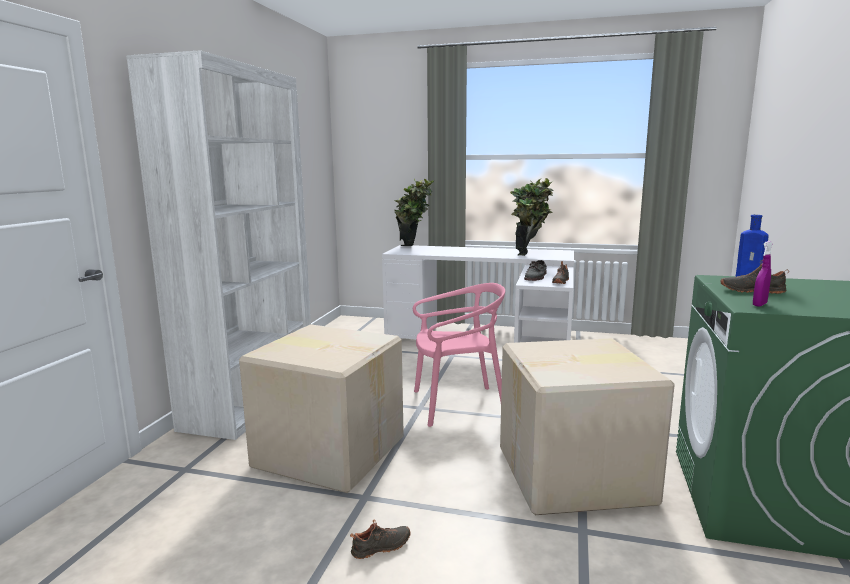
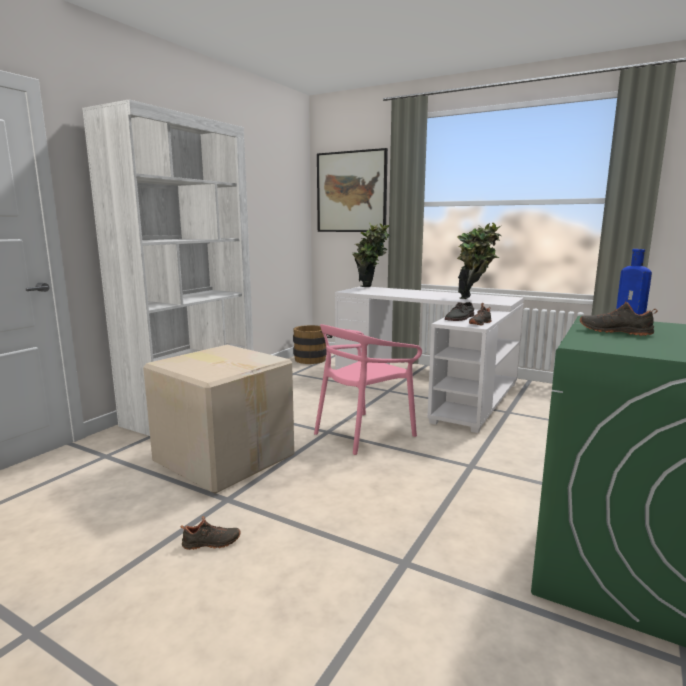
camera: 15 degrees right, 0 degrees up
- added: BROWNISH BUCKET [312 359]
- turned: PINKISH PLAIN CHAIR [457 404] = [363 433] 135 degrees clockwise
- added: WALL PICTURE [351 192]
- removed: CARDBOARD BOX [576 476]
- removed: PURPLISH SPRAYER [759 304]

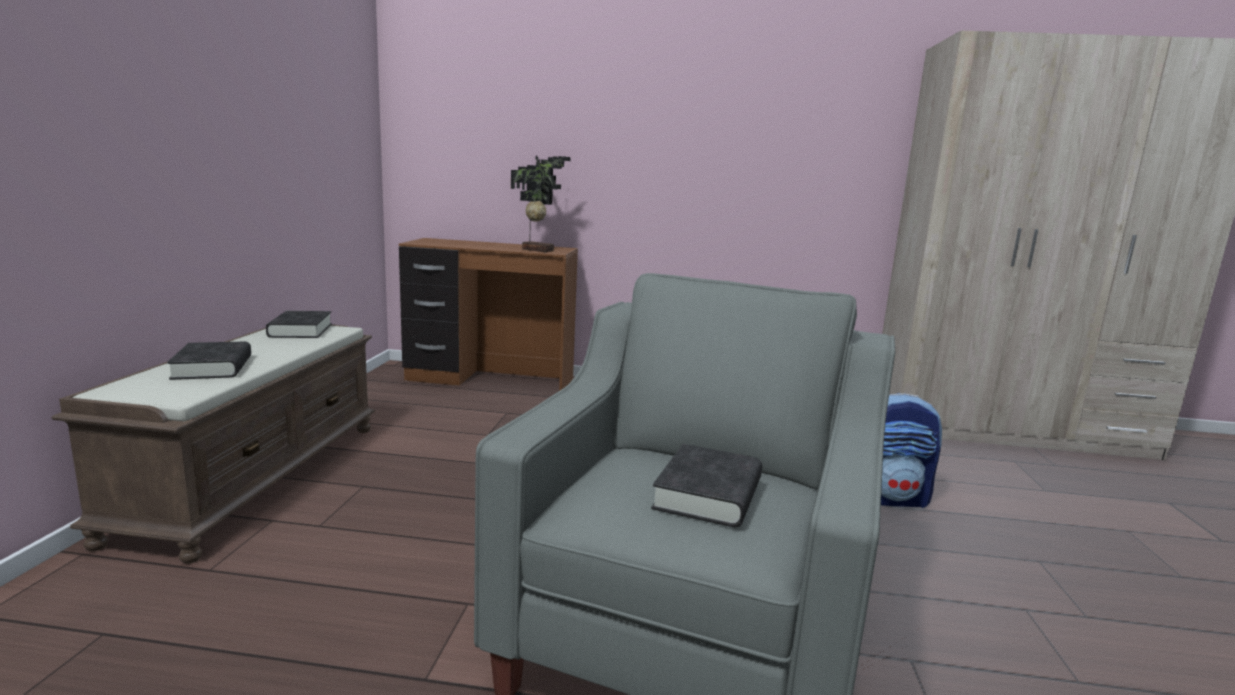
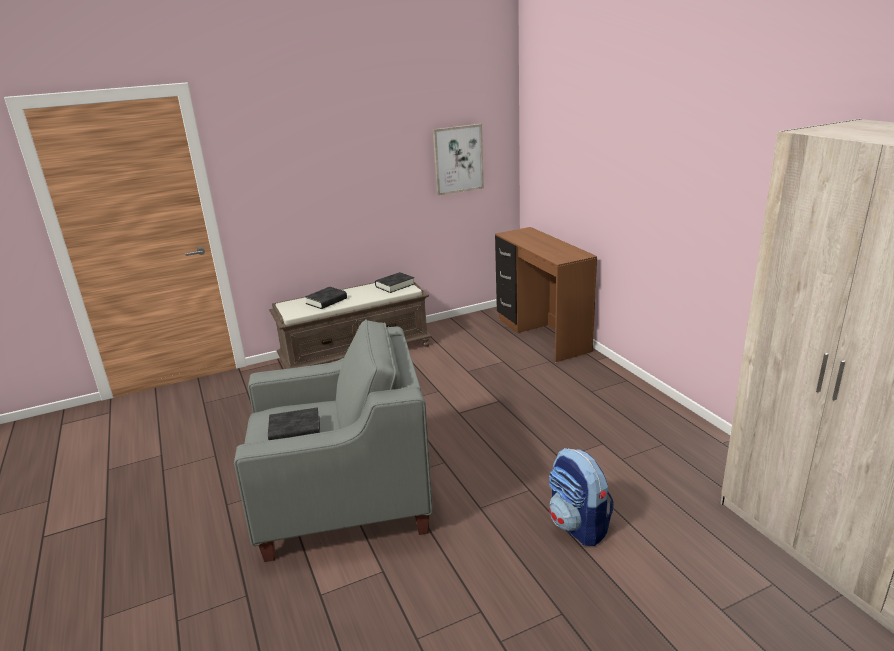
camera: 60 degrees right, 10 degrees up
- added: WALL PICTURE [458 159]
- removed: POTTED PLANT [538 250]

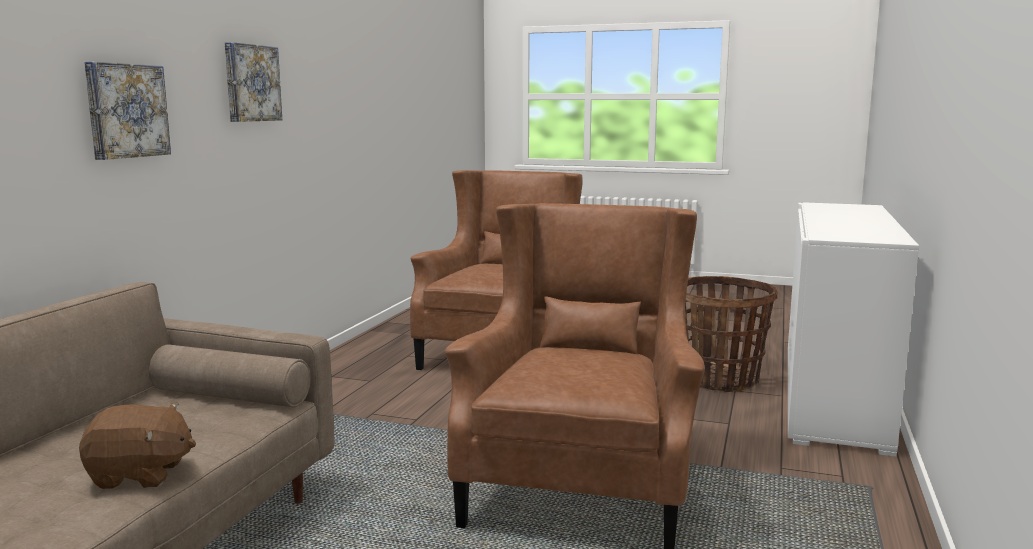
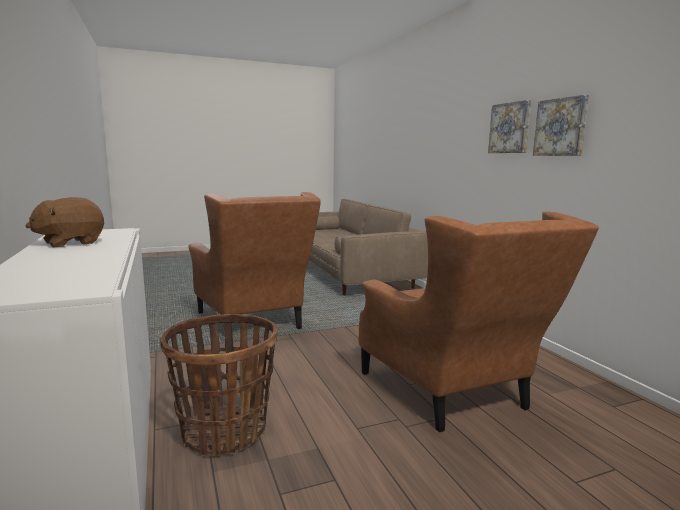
camera: 140 degrees right, 0 degrees up
- moved: BROWNISH CUDDLY TOY [140 475] to [70 243]
- moved: WALL PICTURE [125 110] to [561 127]

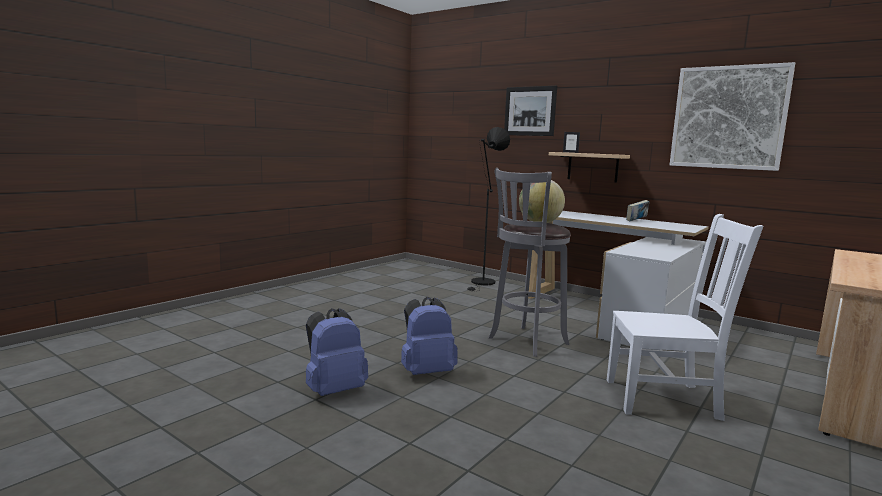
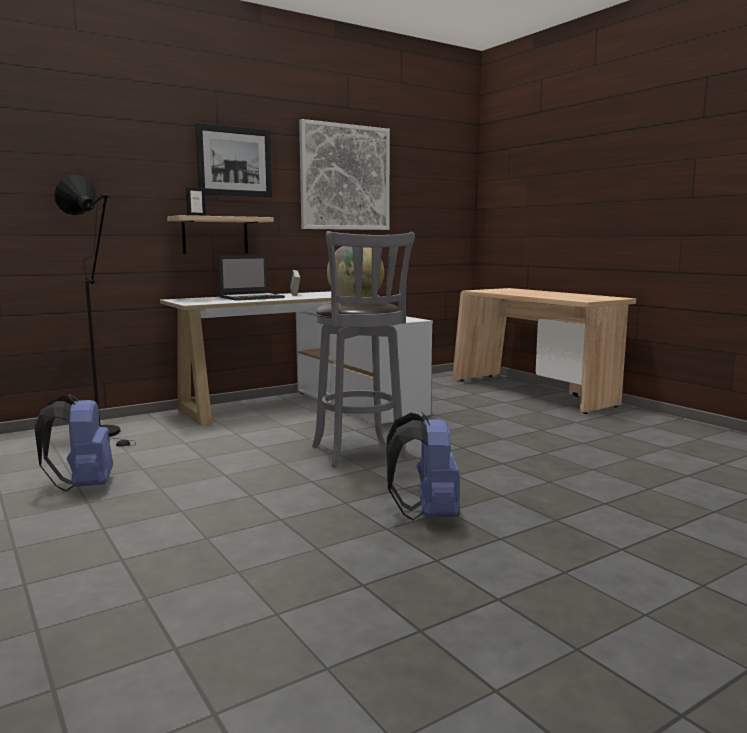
camera: 70 degrees left, 0 degrees up
- moved: BLUE-COLOURED BACKPACK [334 390] to [83 486]
- moved: WALL PICTURE [530 111] to [234 161]
- added: NOTEBOOK COMPUTER [252 297]
- removed: WHITE PLAIN CHAIR [665 399]

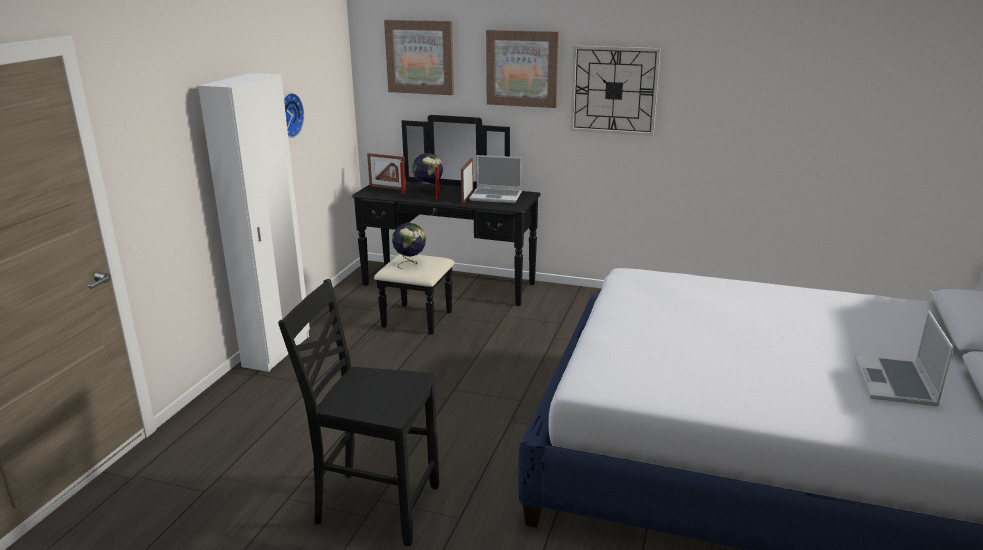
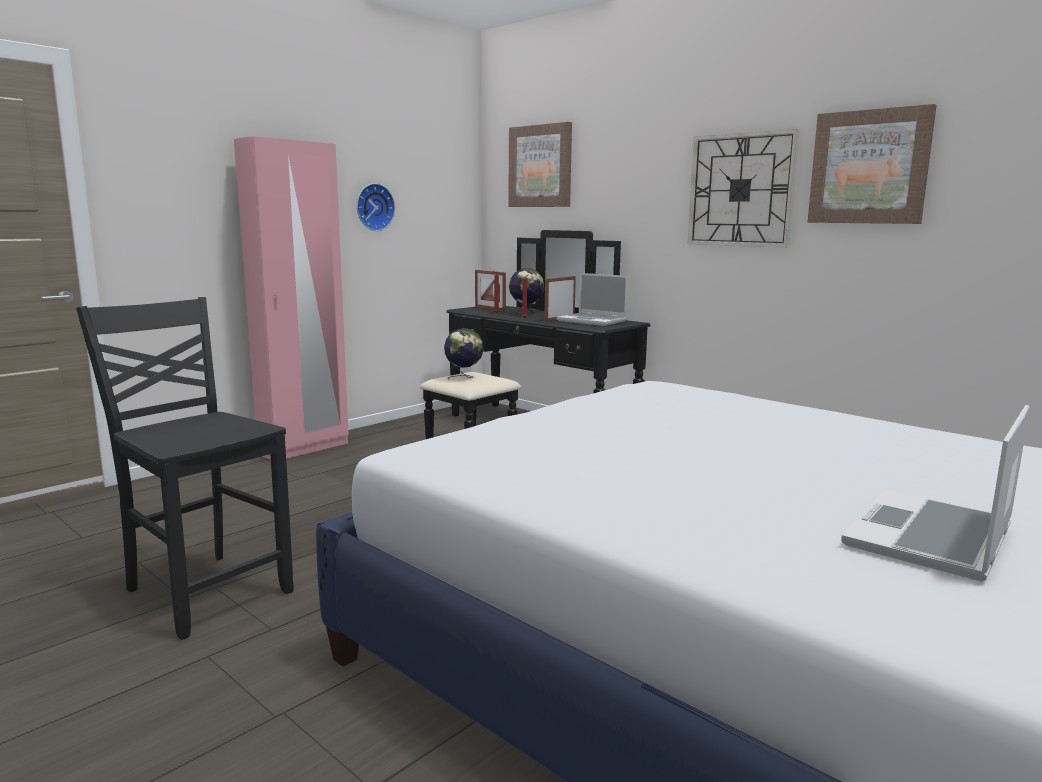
camera: 25 degrees right, 10 degrees down
- recoloured: WHITE CLOTHES CUPBOARD [277 351] to PINKISH CLOTHES CUPBOARD [304 449]
- moved: WALL PICTURE [522 68] to [869 167]

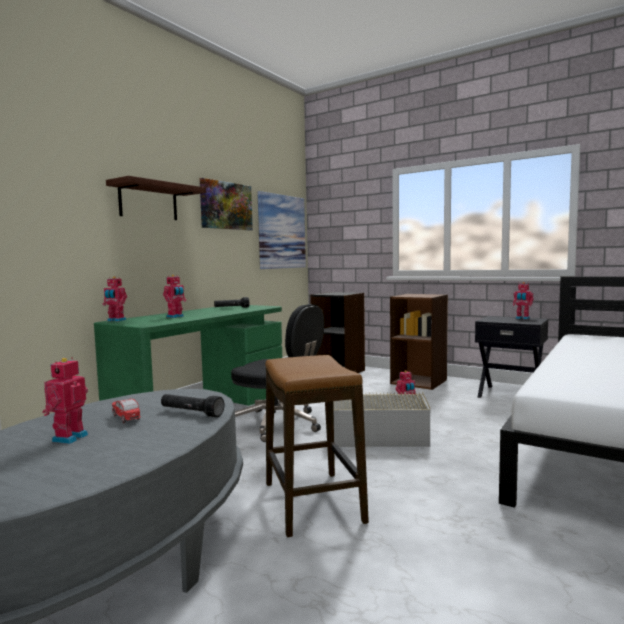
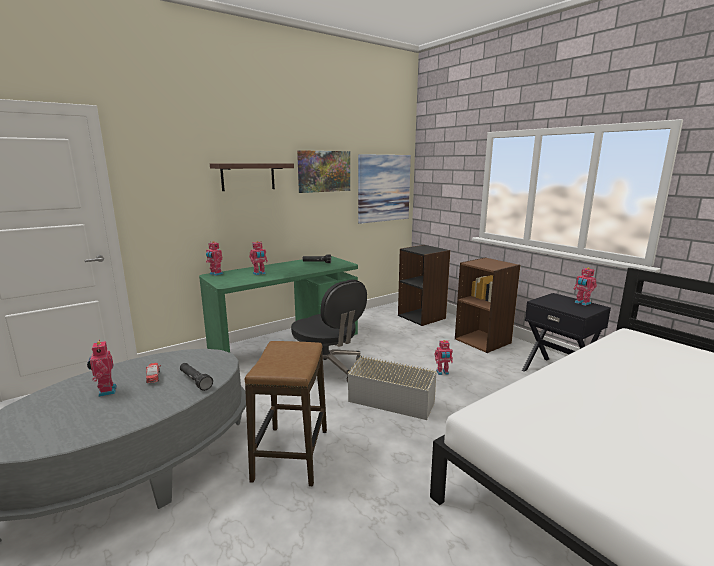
camera: 20 degrees right, 10 degrees up
- turned: ROBOT FIGURE [68 438] = [106 391] 60 degrees counterclockwise

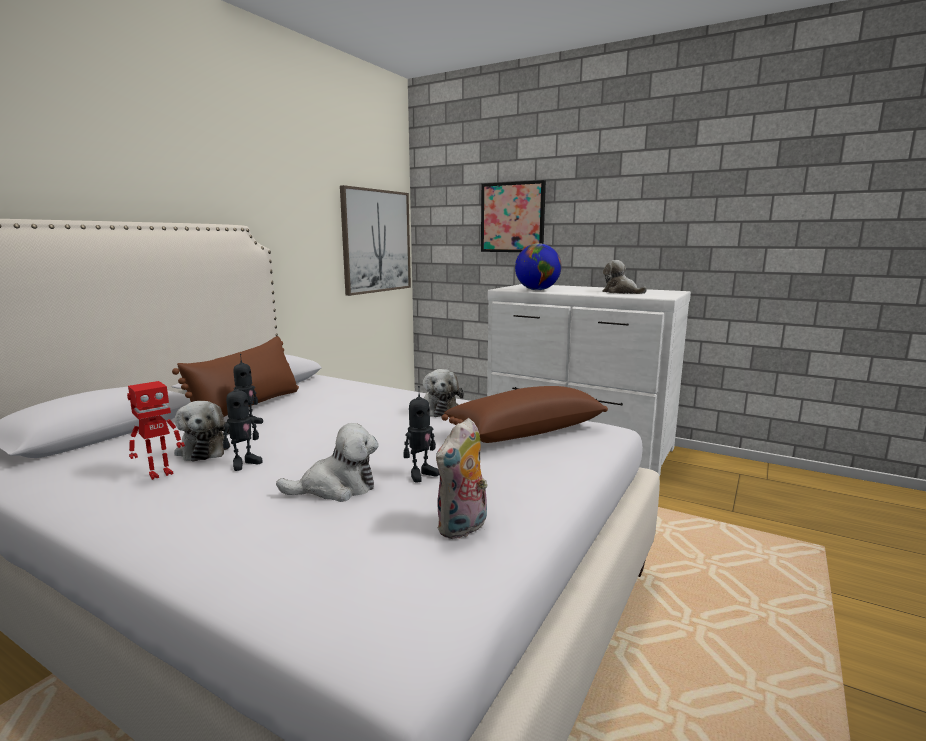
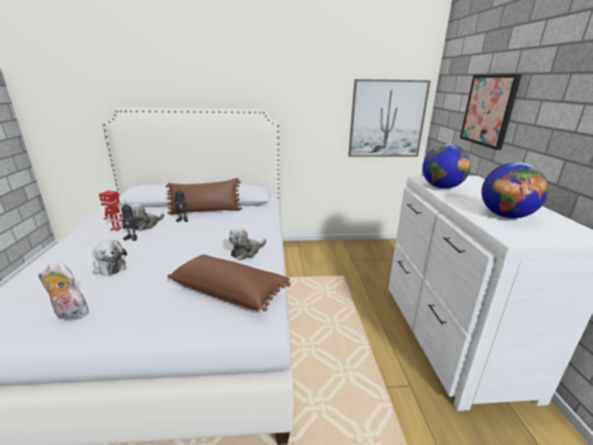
camera: 55 degrees right, 10 degrees up
- replaced: CUDDLY TOY [621 292] to DESK GLOBE [505 216]
- removed: ROBOT FIGURE [421 474]

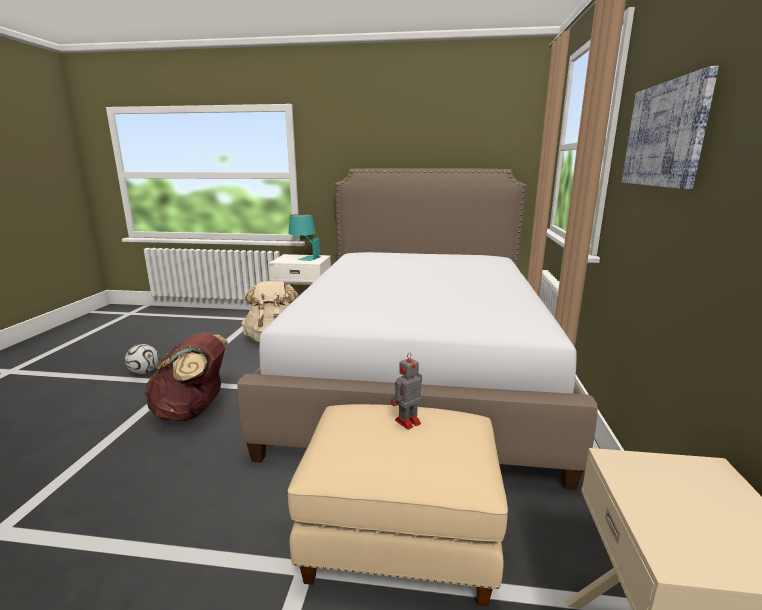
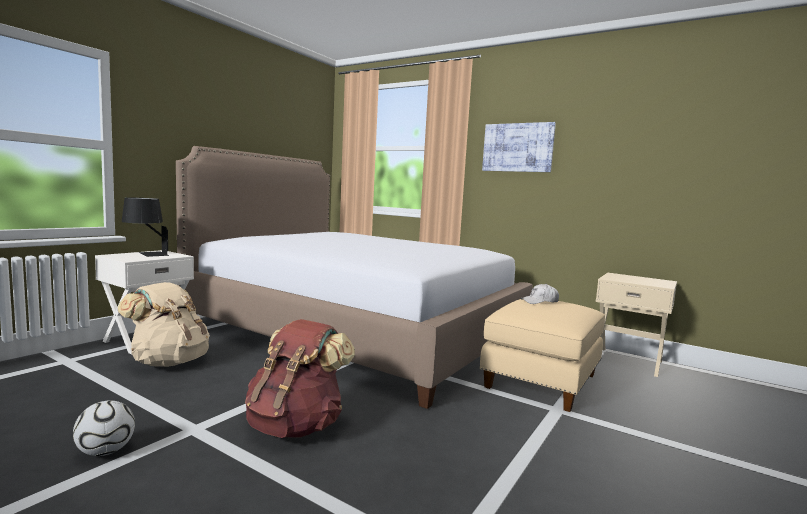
camera: 65 degrees left, 10 degrees down
- recoloured: TURQUOISE TABLETOP LAMP [305 257] to BLACK TABLETOP LAMP [146 254]
- replaced: ROBOT FIGURE [406 422] to WHITE BASEBALL CAP [539 301]

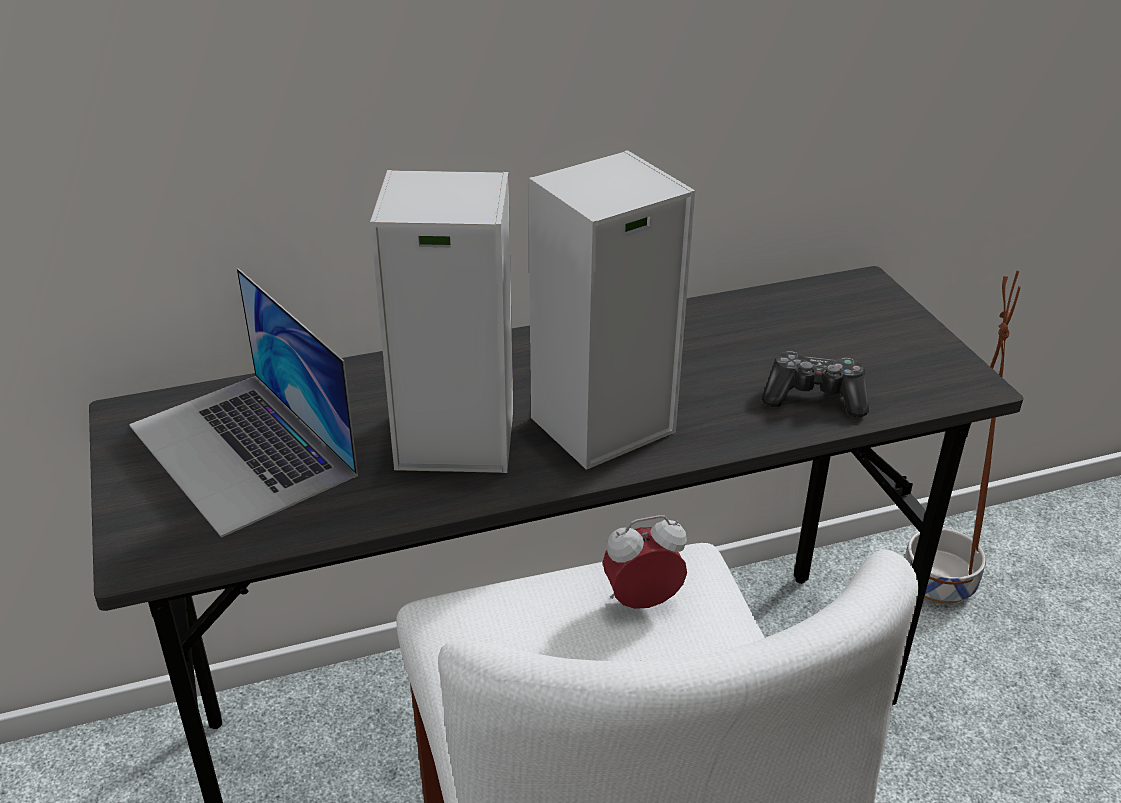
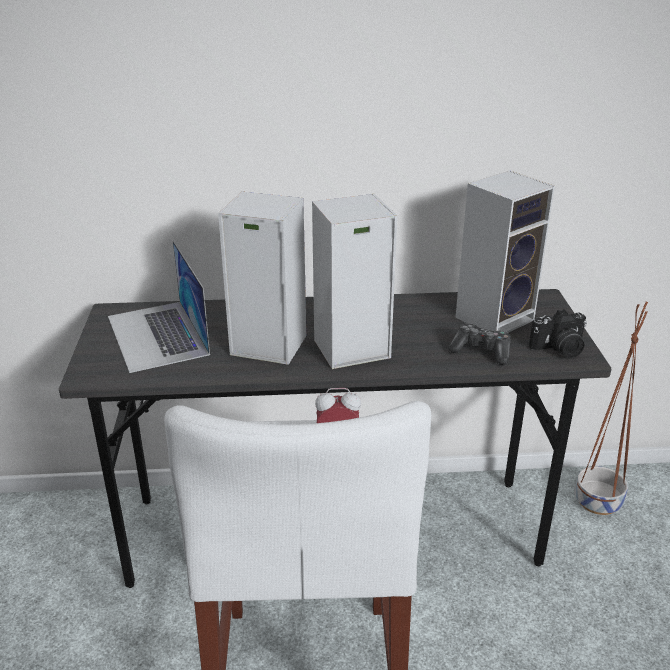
camera: 15 degrees right, 5 degrees down
- added: AUDIO SPEAKER [495 317]
- added: STILL CAMERA [559 349]

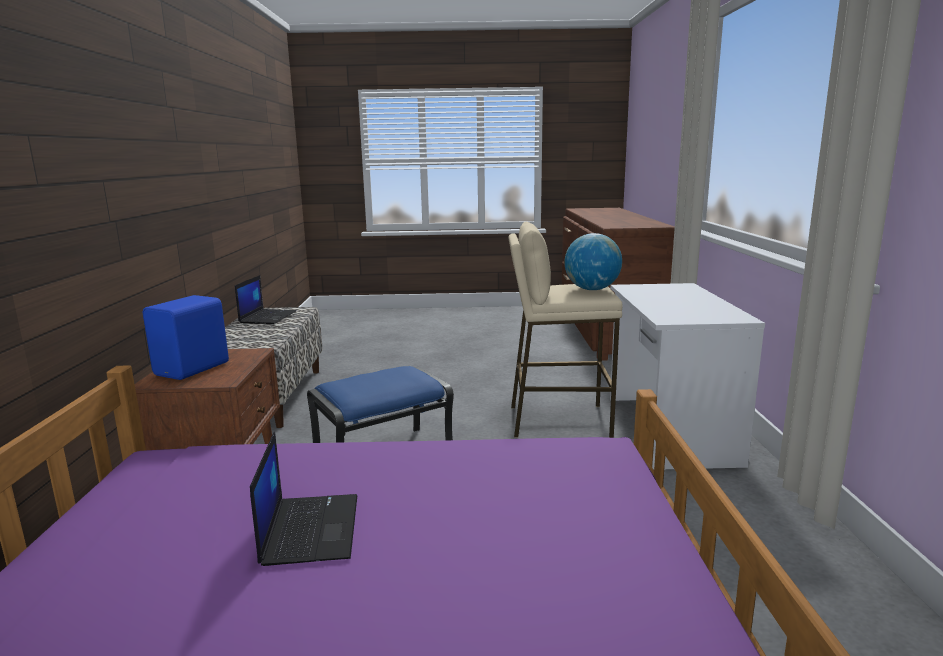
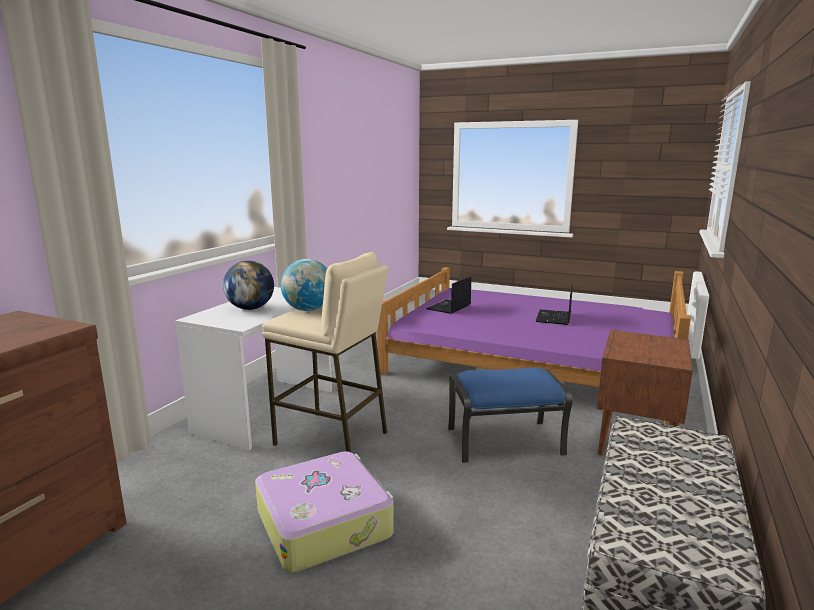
camera: 155 degrees left, 0 degrees up
- added: DESK GLOBE [250 308]
- added: SUITCASE [325 522]
- moved: NOTEBOOK COMPUTER [267 317] to [449 307]
- removed: BLUE-COLOURED AUDIO SPEAKER [194 369]

